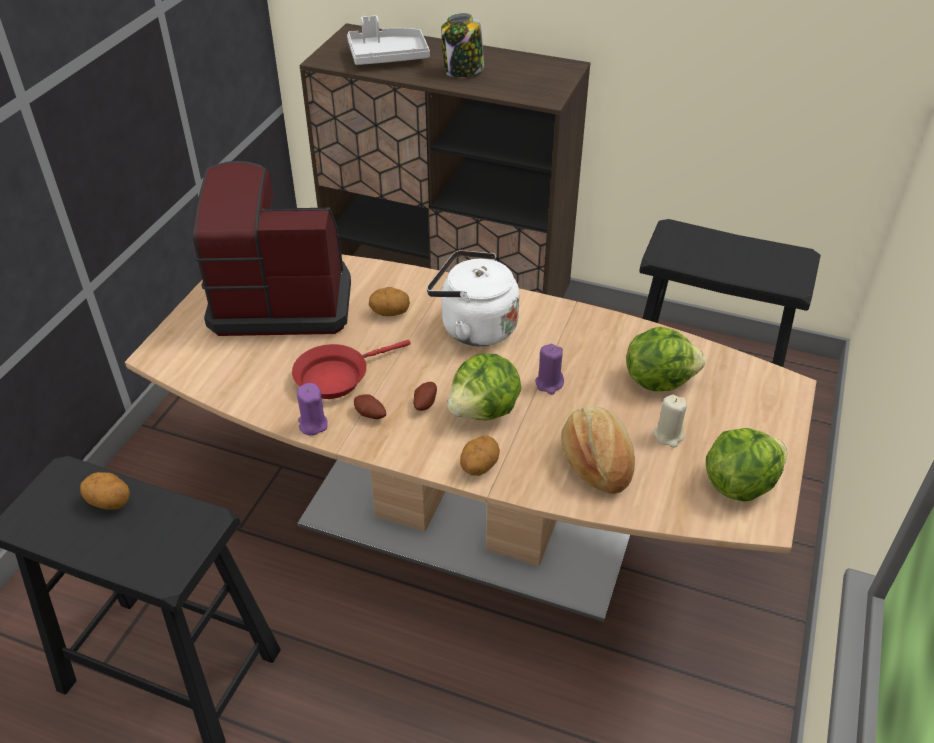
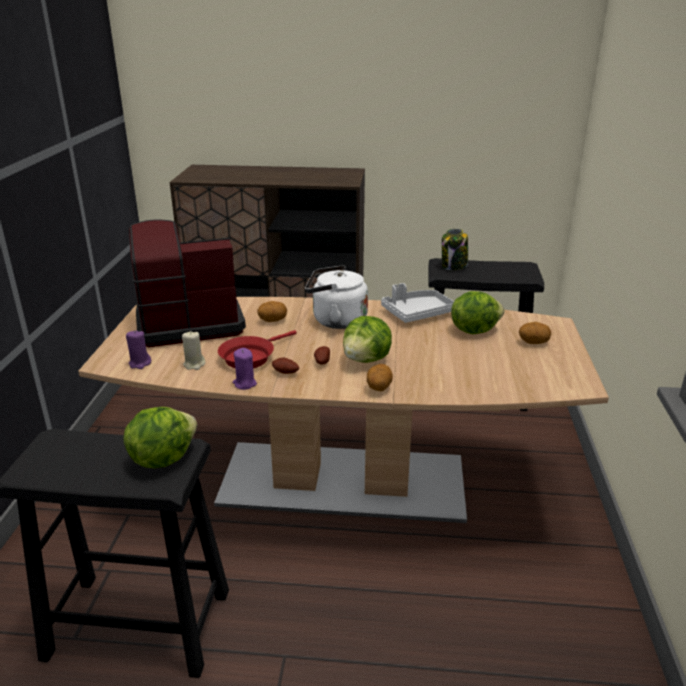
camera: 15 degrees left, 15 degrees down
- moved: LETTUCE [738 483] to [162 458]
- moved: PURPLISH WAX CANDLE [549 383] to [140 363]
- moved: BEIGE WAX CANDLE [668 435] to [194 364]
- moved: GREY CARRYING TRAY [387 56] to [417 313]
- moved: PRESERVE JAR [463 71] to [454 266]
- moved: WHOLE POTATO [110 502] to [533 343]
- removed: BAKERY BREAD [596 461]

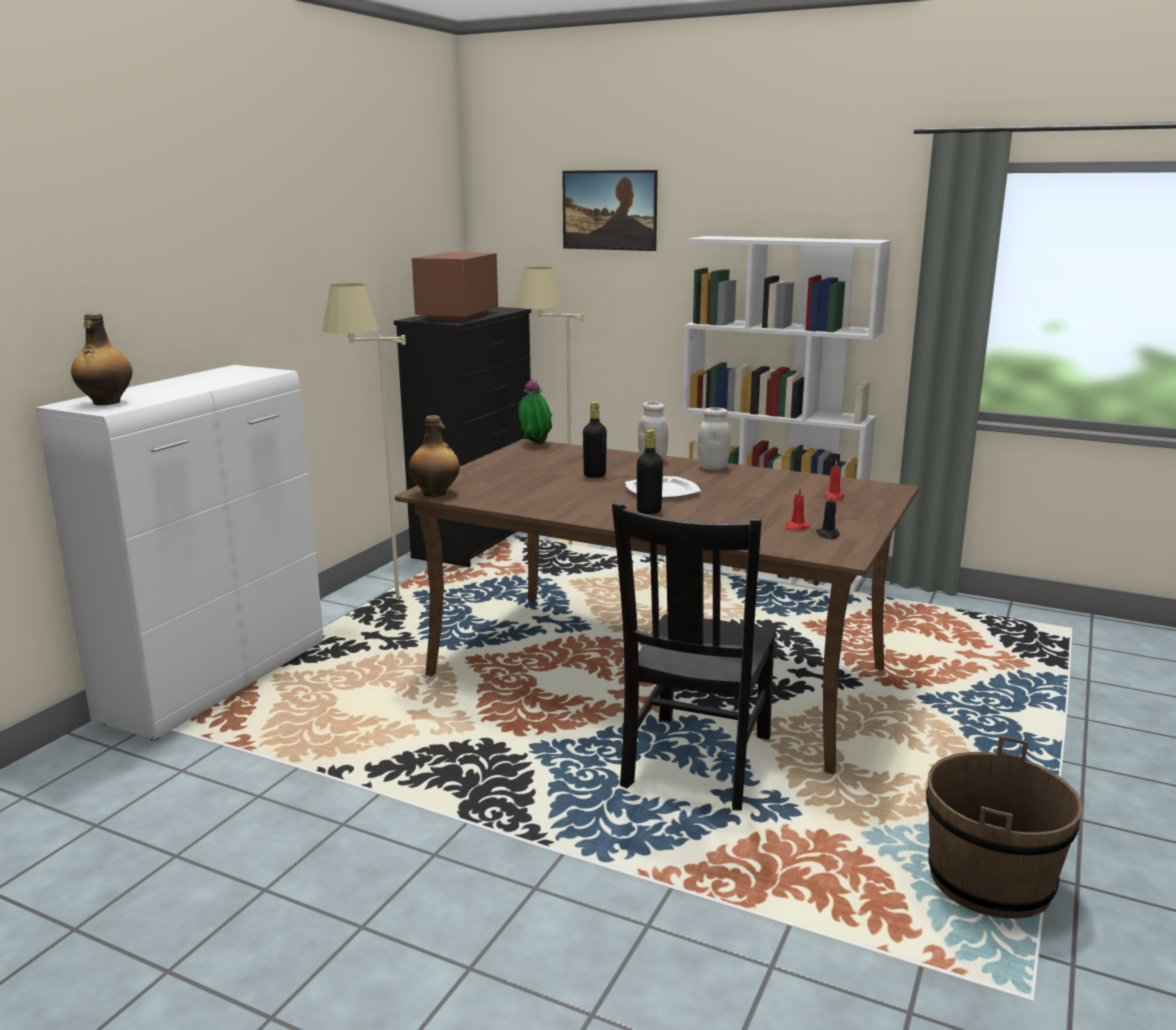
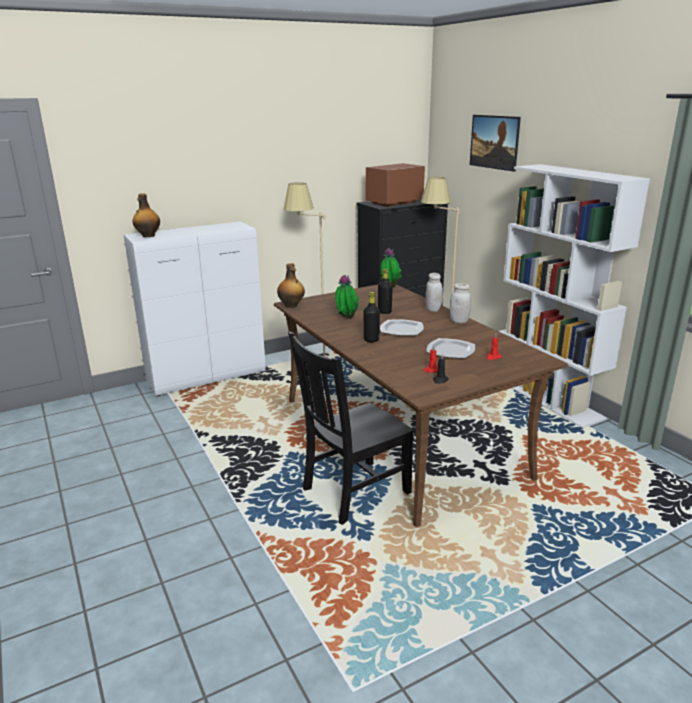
camera: 35 degrees right, 5 degrees up
- added: POTTED PLANT [346 318]
- added: DINNER PLATE [450 350]
- removed: BROWNISH BUCKET [990 881]

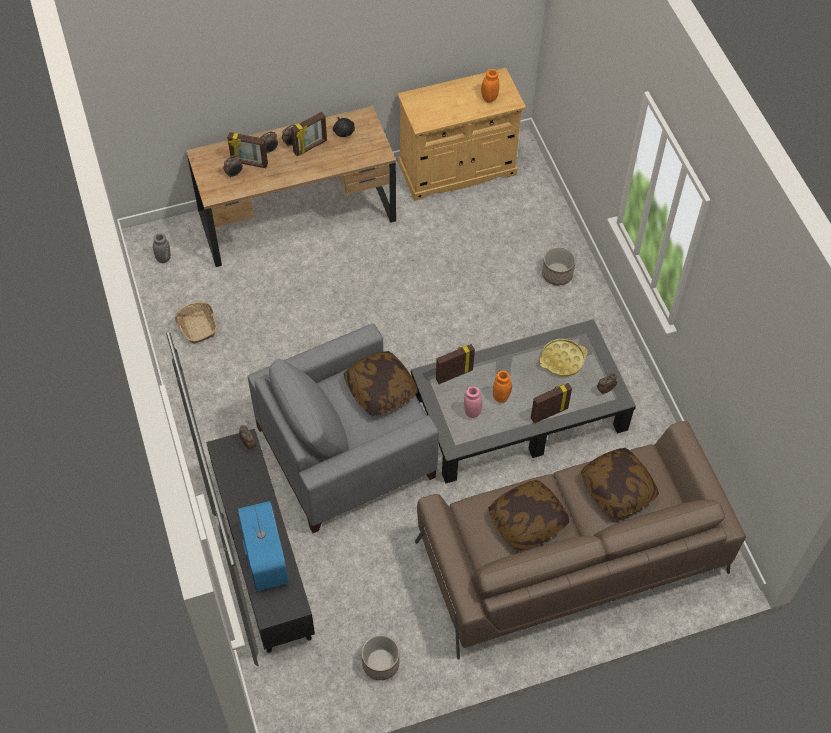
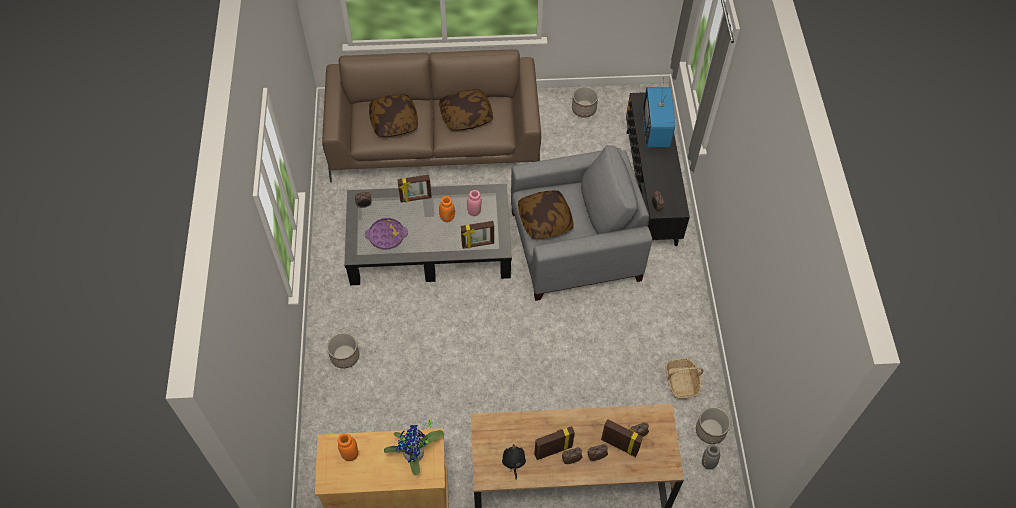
camera: 165 degrees left, 0 degrees up
- recoloured: YELLOW-COLOURED CARRYING TRAY [562 360] to PURPLISH CARRYING TRAY [386 235]
- added: POTTED PLANT [415 456]
- added: PLANTER [710 430]

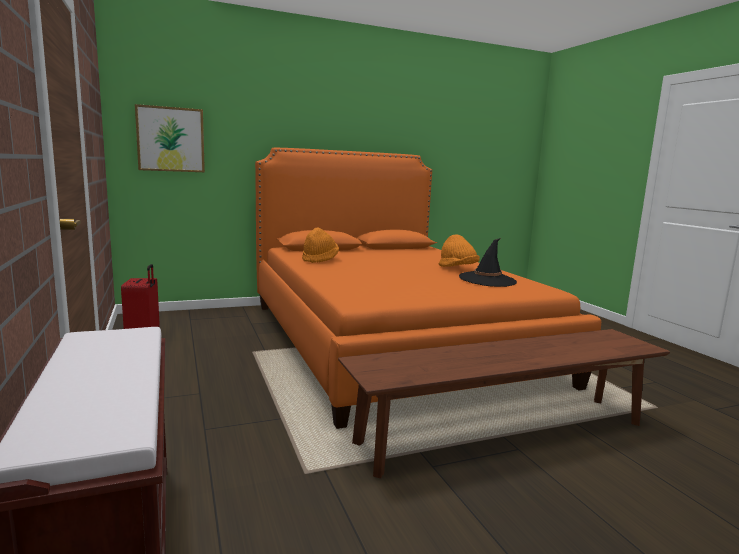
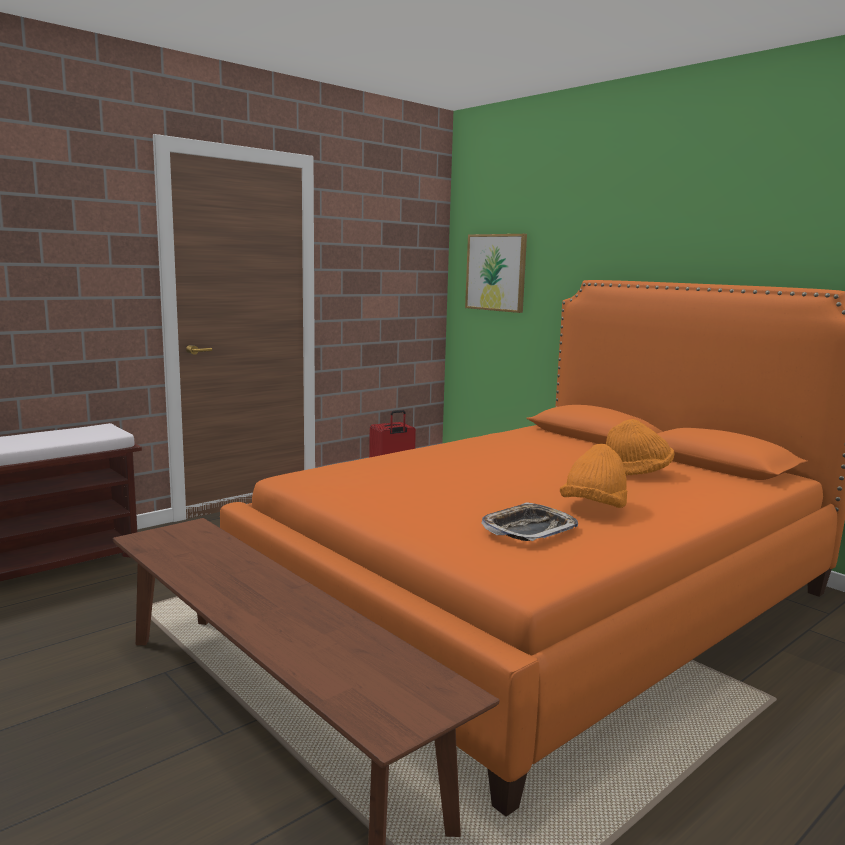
camera: 70 degrees right, 0 degrees up
- replaced: BLACK CLOTHING HAT [487 280] to CARRYING TRAY [529 529]
- moved: ORANGE CLOTHING HAT [320 259] to [636 473]

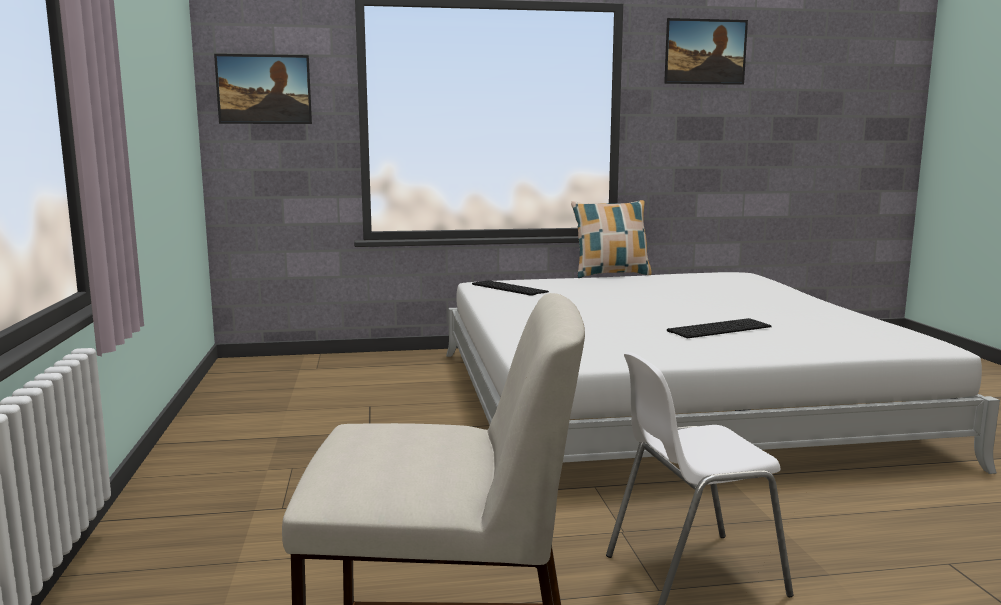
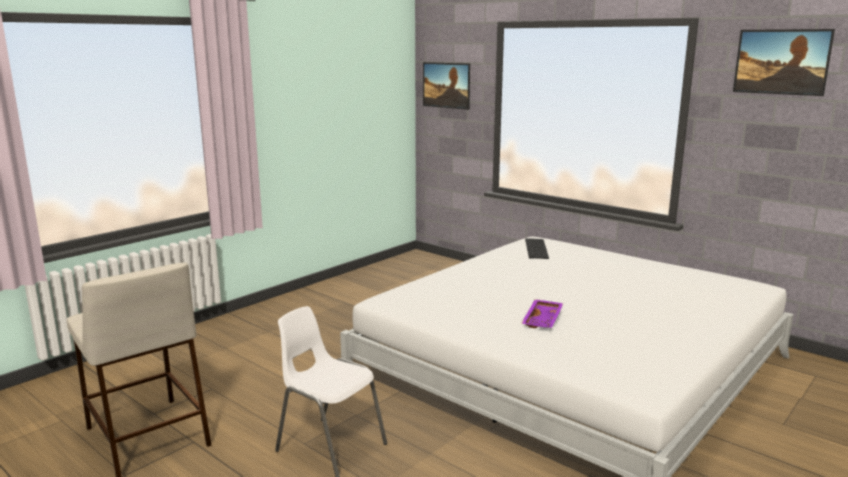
camera: 50 degrees right, 5 degrees up
- replaced: COMPUTER KEYBOARD [719 328] to PURPLISH CARRYING TRAY [543 320]
- removed: CUSHION [610 274]

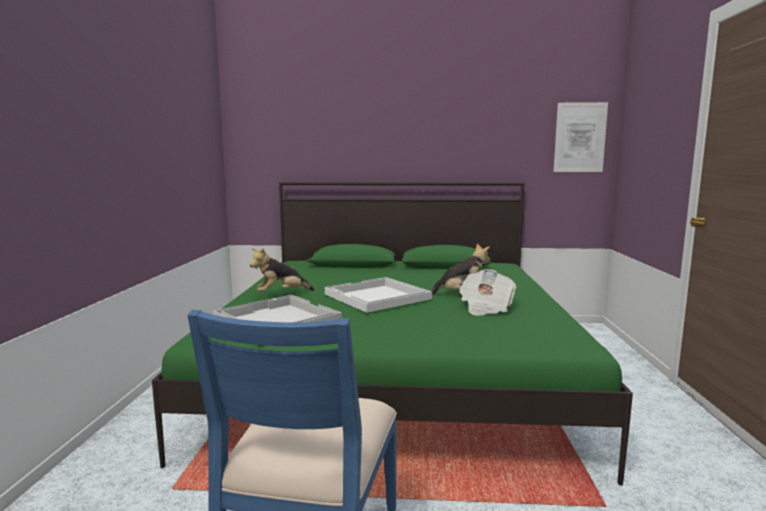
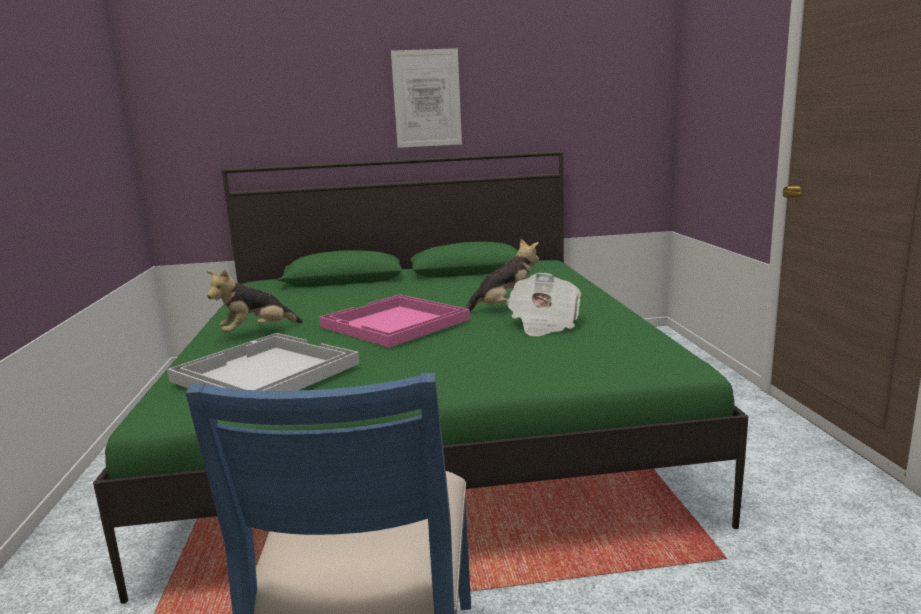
camera: 10 degrees left, 5 degrees up
- recoloured: WHITE CARRYING TRAY [377 297] to PINKISH CARRYING TRAY [395 323]
- moved: WALL PICTURE [580 137] to [427 98]

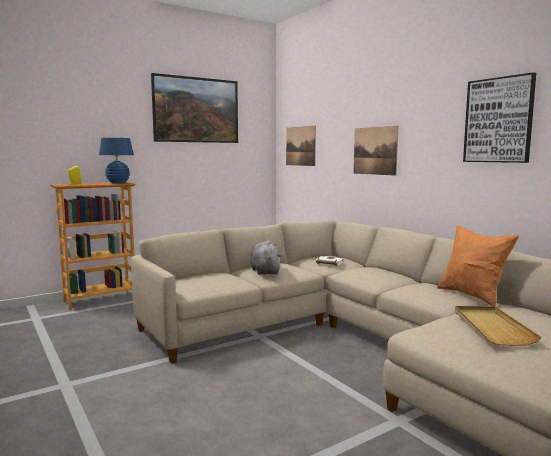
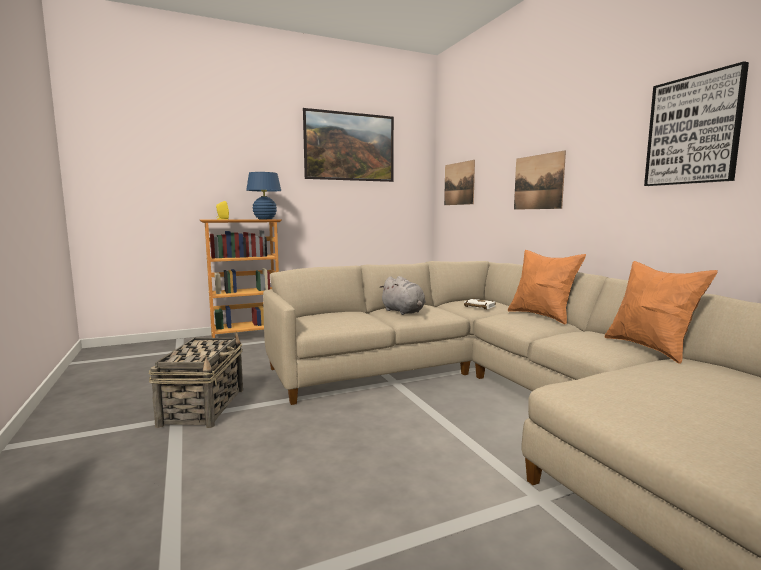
camera: 10 degrees right, 0 degrees up
- added: STORAGE BASKET [204 406]
- turned: GREY CUDDLY TOY [265 271] = [404 312] 150 degrees clockwise
- added: ORANGE CUSHION [542 316]
- removed: BEIGE CARRYING TRAY [491 327]

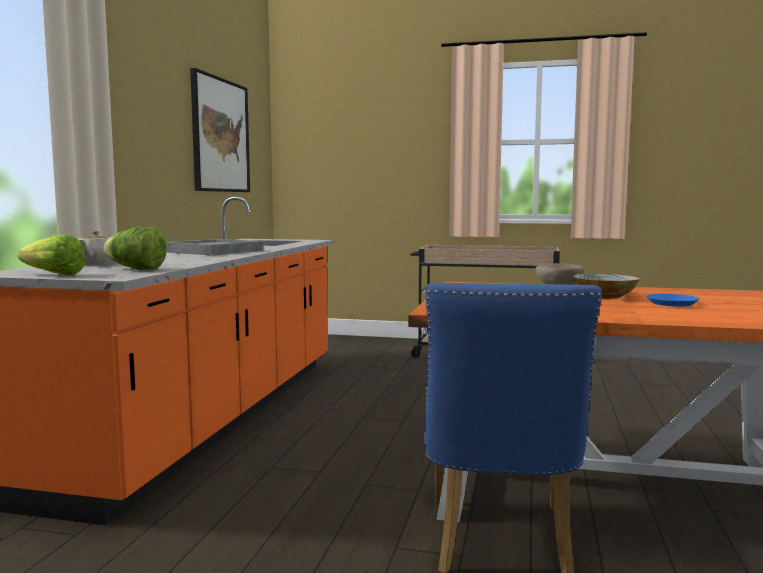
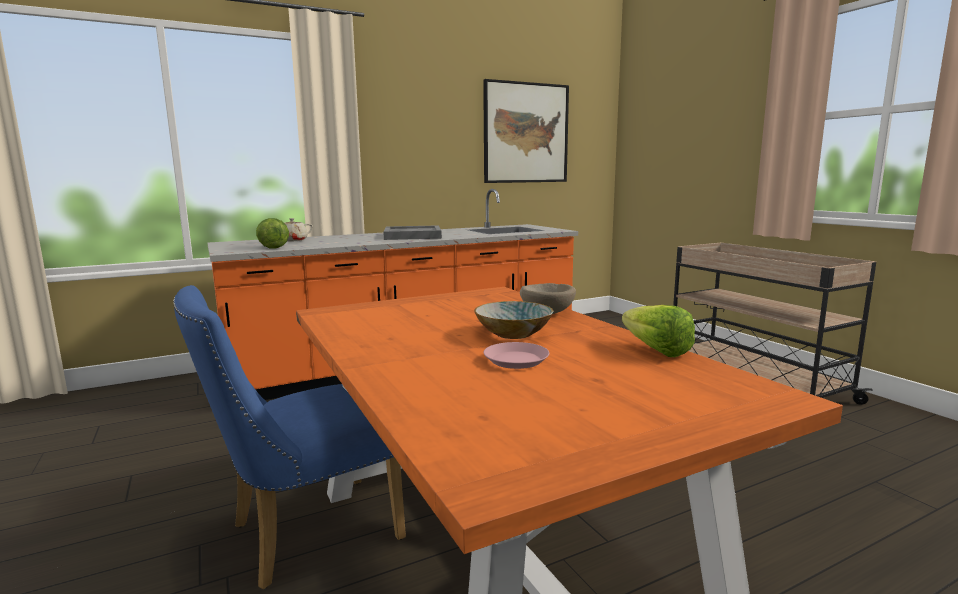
camera: 50 degrees right, 5 degrees up
- recoloured: BLUE-COLOURED DINNER PLATE [672 303] to PINKISH DINNER PLATE [516 360]
- moved: LETTUCE [50 275] to [652 349]

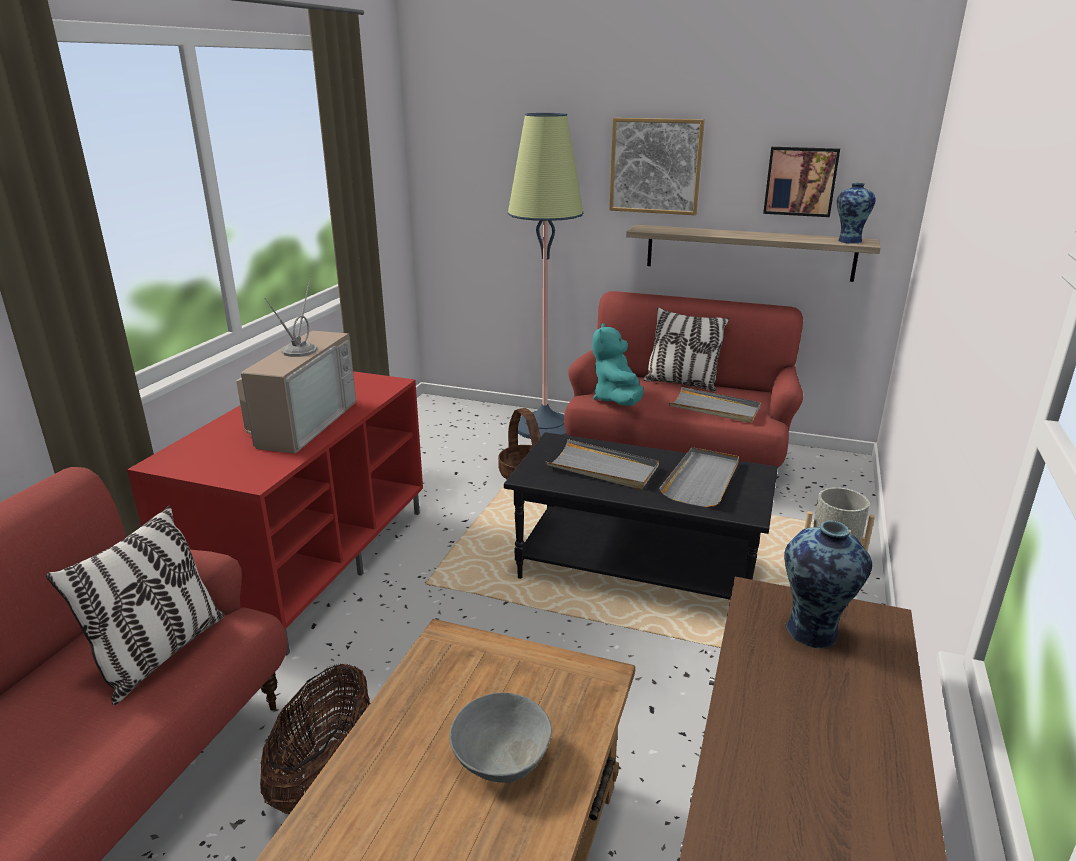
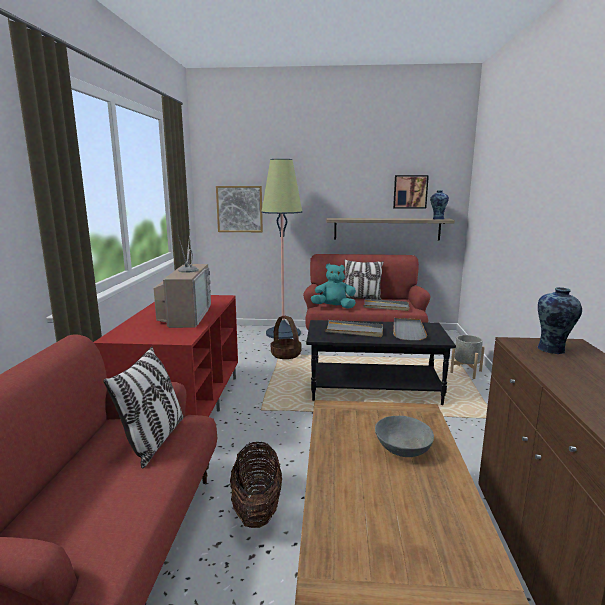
camera: 15 degrees left, 10 degrees down
- moved: WALL PICTURE [655 166] to [239 209]
- turned: TURQUOISE CUDDLY TOY [617 400] = [334 307] 105 degrees clockwise

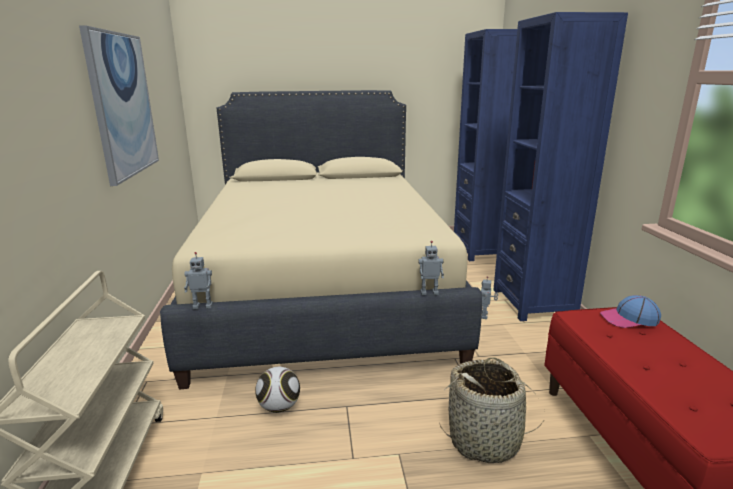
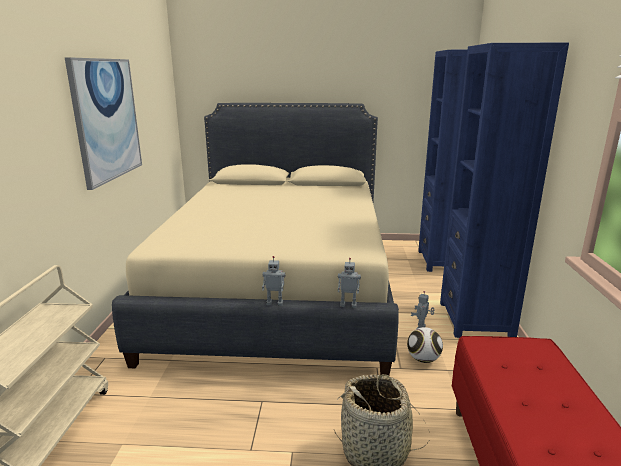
camera: 10 degrees right, 0 degrees up
- moved: ROBOT FIGURE [203 306] to [275 303]
- moved: FOOTBALL [279 407] to [423 359]
- removed: BASEBALL CAP [629 319]

